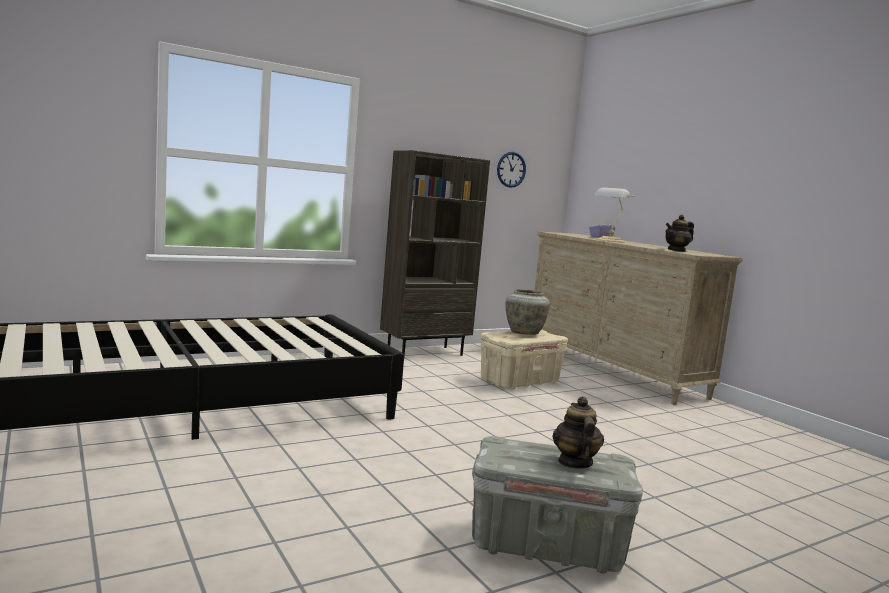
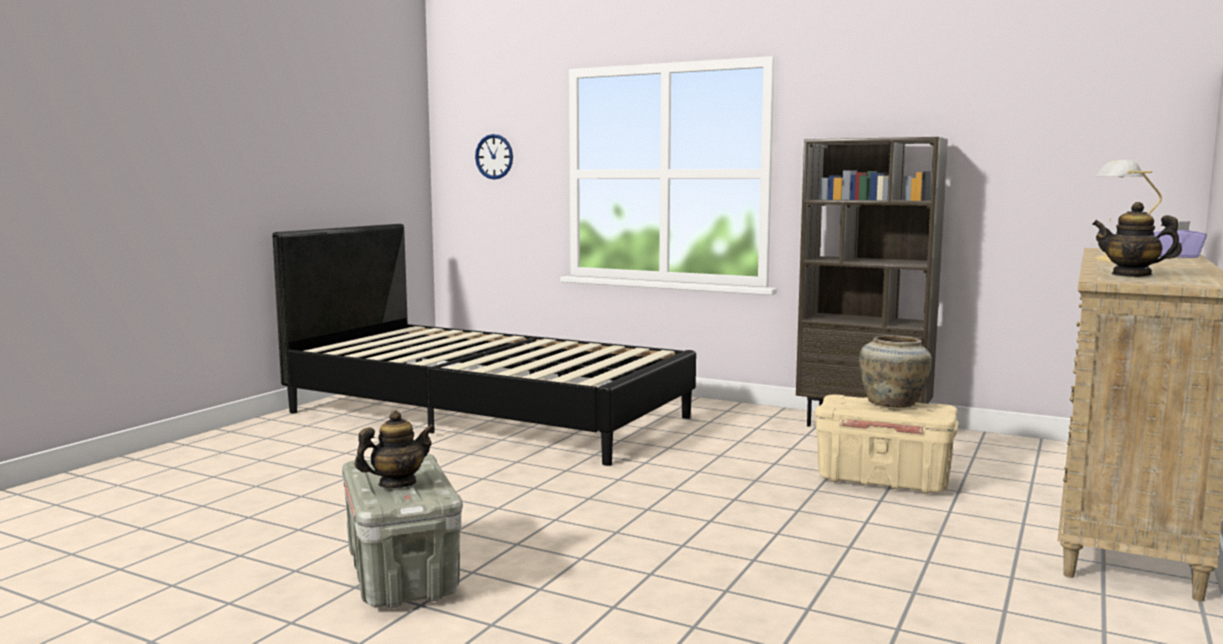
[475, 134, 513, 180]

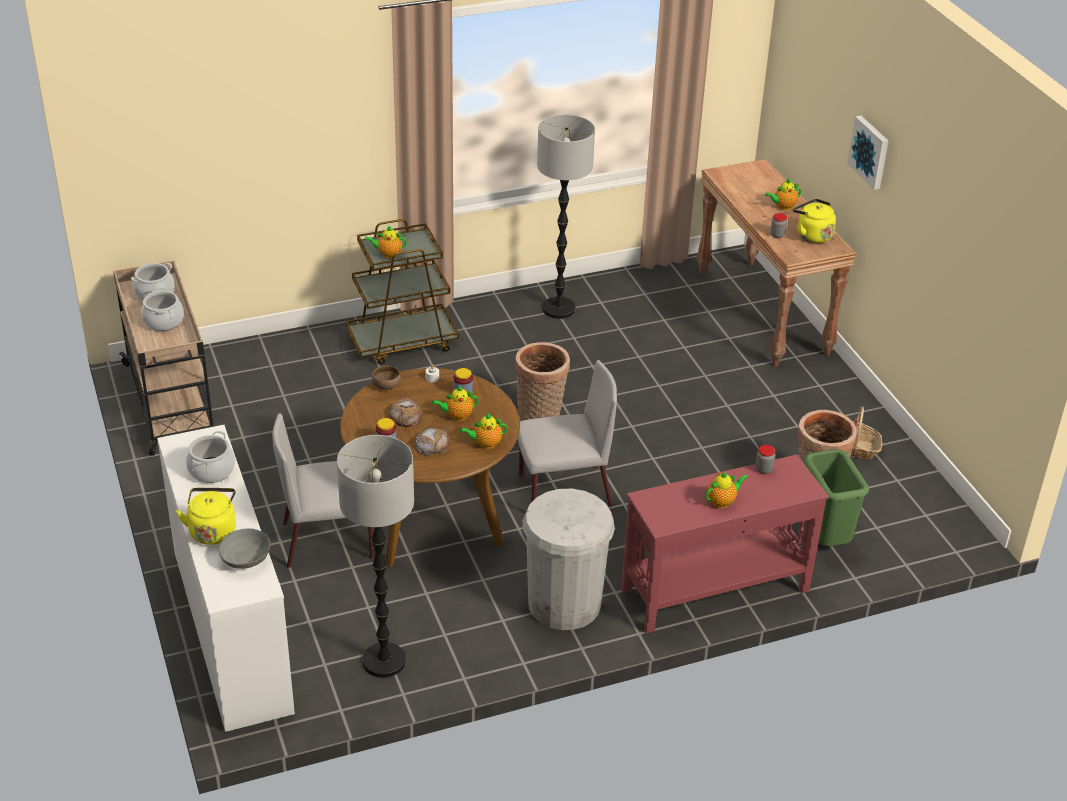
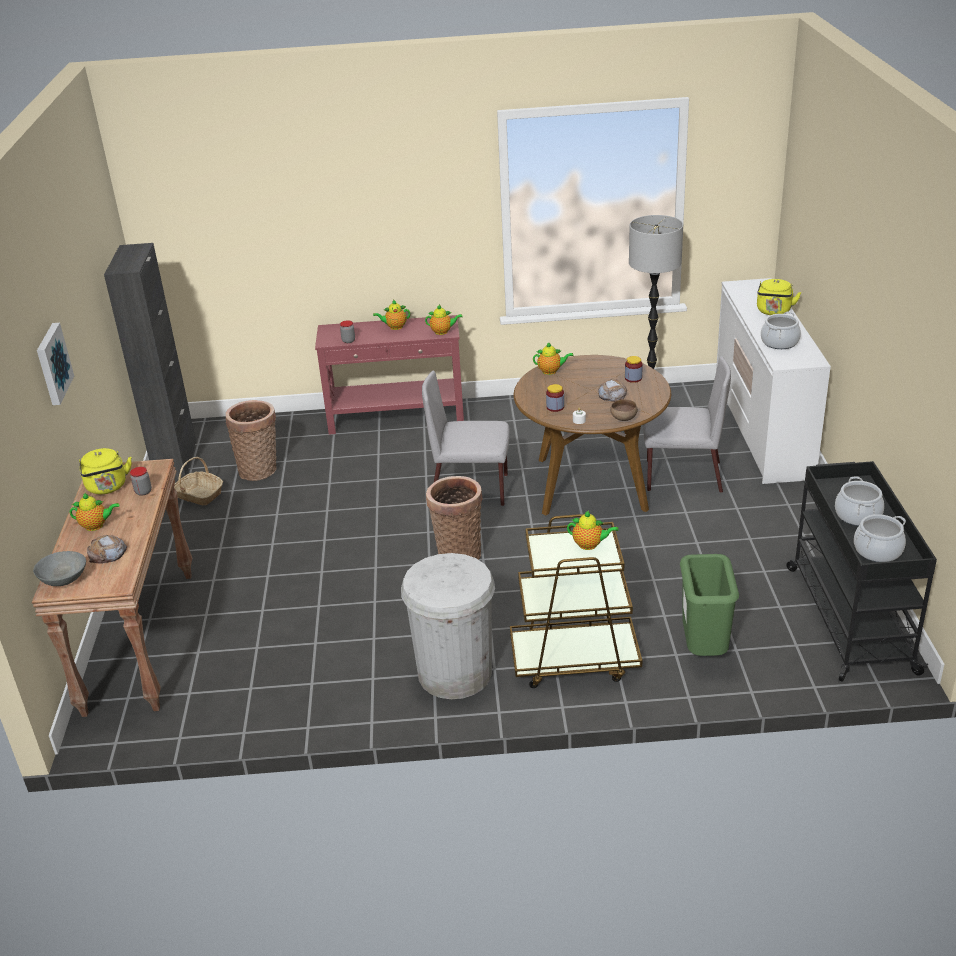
[537, 115, 595, 319] (first image)
[104, 243, 196, 479]
[33, 551, 86, 586]
[87, 535, 127, 563]
[425, 304, 463, 335]
[401, 553, 495, 699]
[680, 554, 739, 656]
[787, 461, 937, 682]

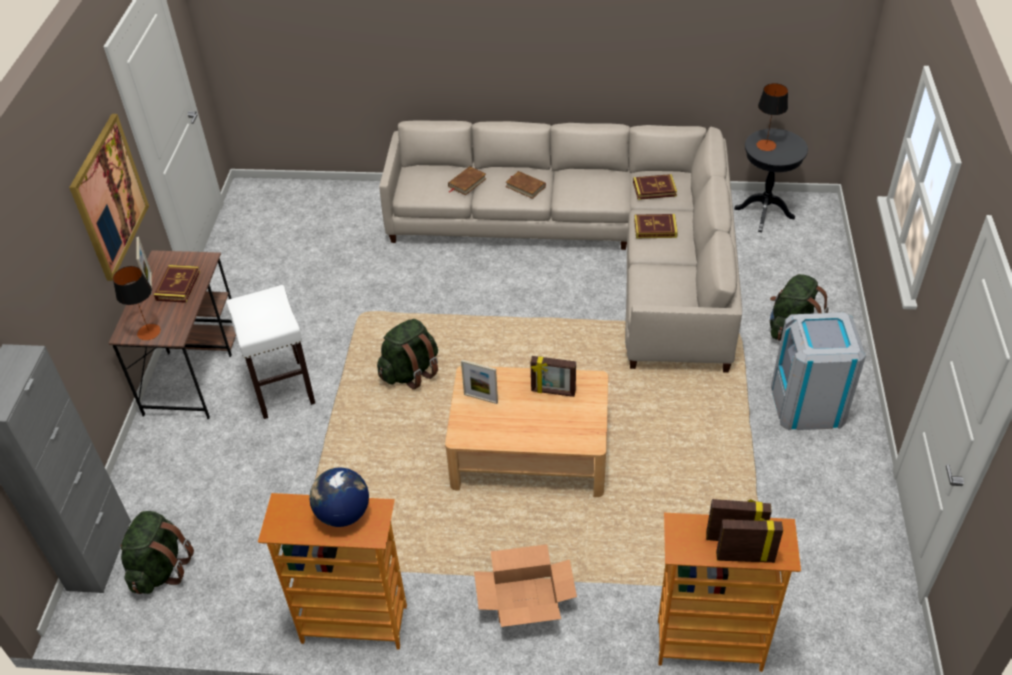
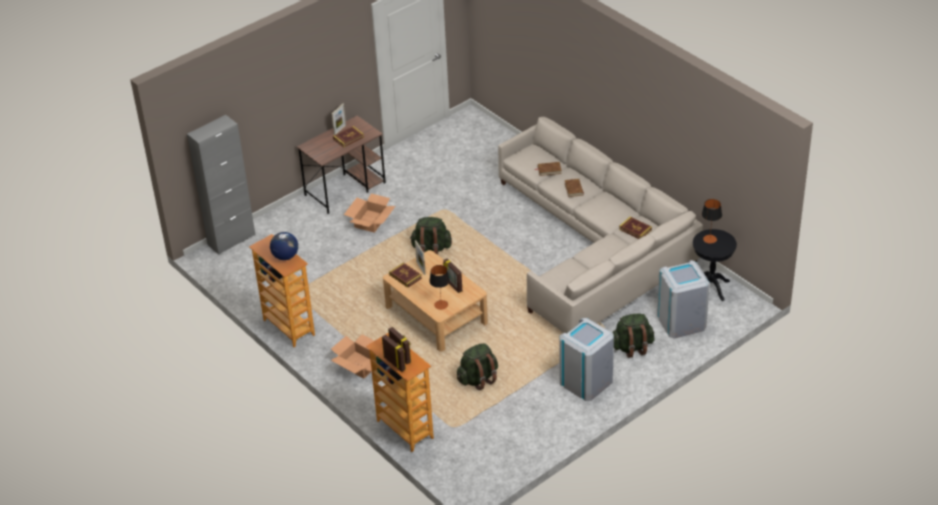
[69, 114, 149, 281] (first image)
[657, 260, 710, 338]
[429, 265, 450, 310]
[457, 343, 498, 390]
[389, 263, 422, 288]
[344, 193, 395, 233]

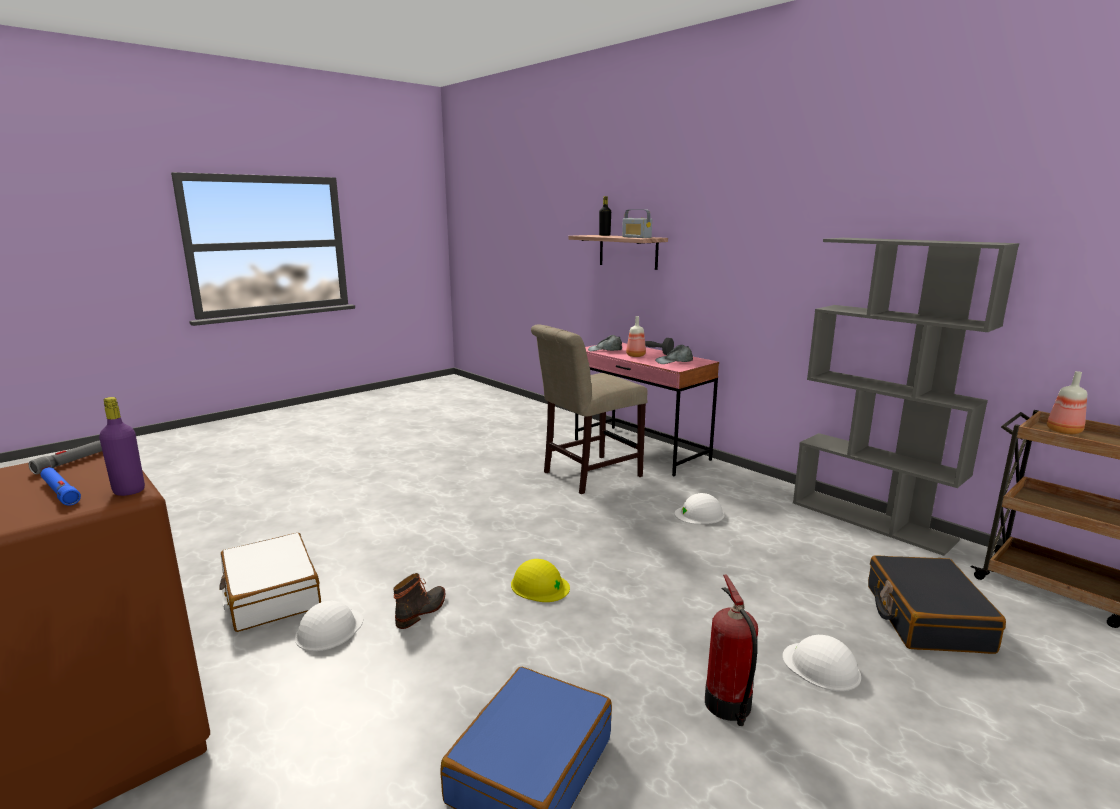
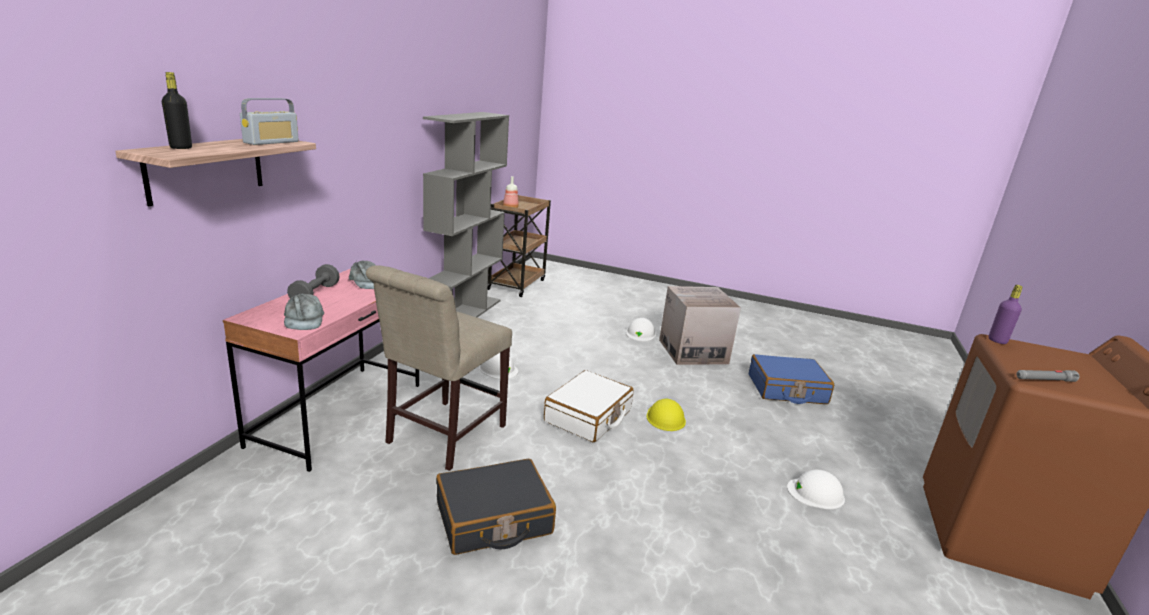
[41, 468, 81, 506] (first image)
[393, 573, 446, 629] (first image)
[626, 316, 646, 357] (first image)
[544, 370, 633, 442]
[436, 459, 556, 555]
[659, 286, 741, 365]
[366, 265, 512, 471]

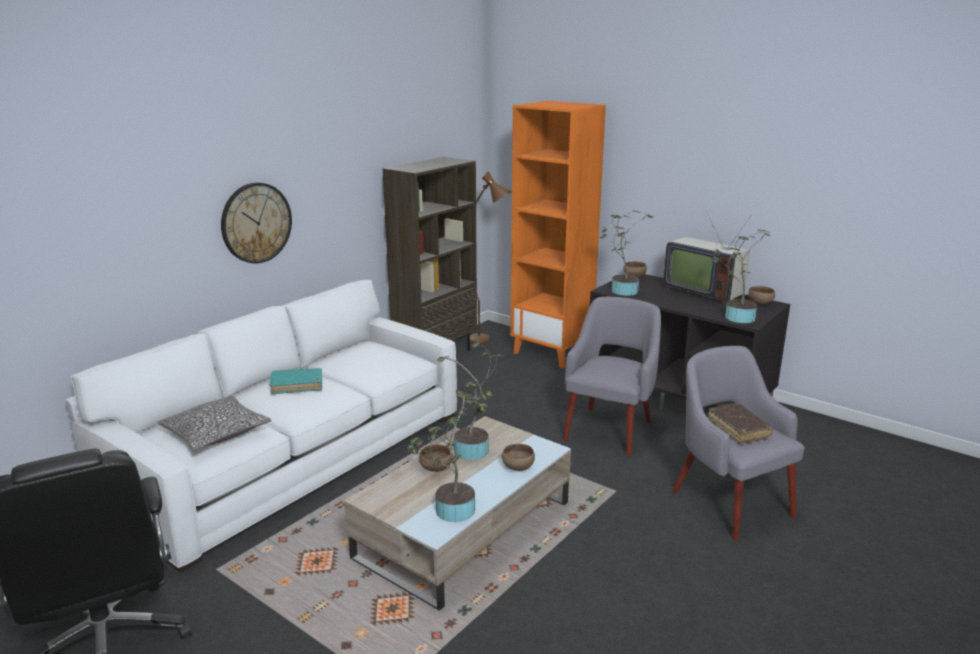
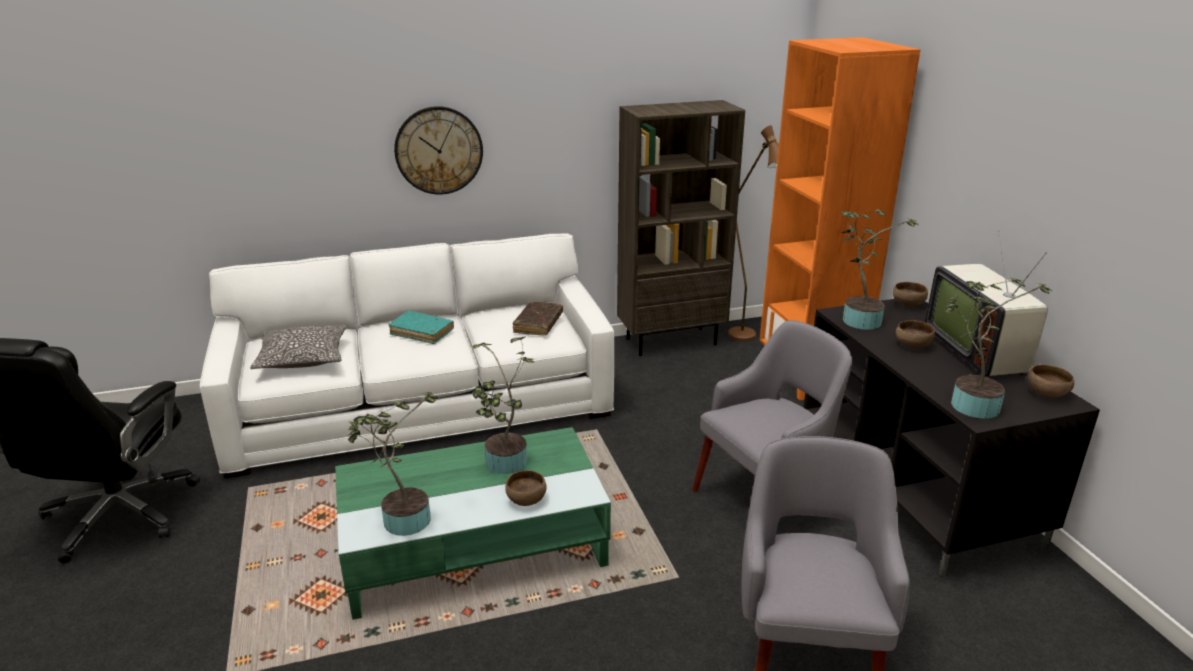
[896, 320, 935, 349]
[513, 302, 563, 335]
[335, 427, 611, 620]

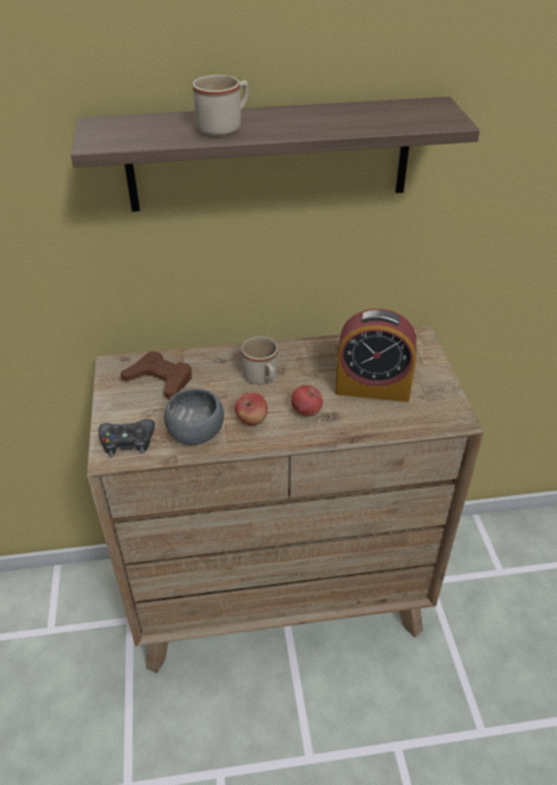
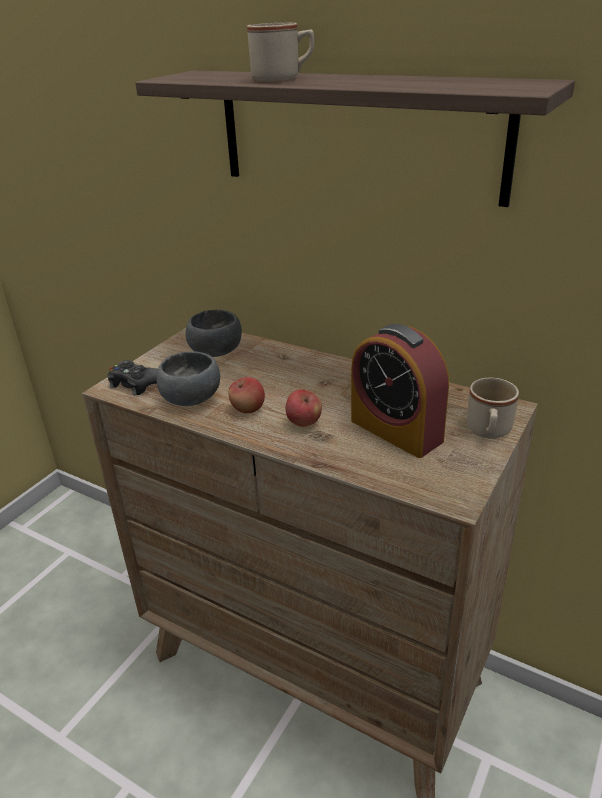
[467, 378, 519, 439]
[185, 309, 242, 357]

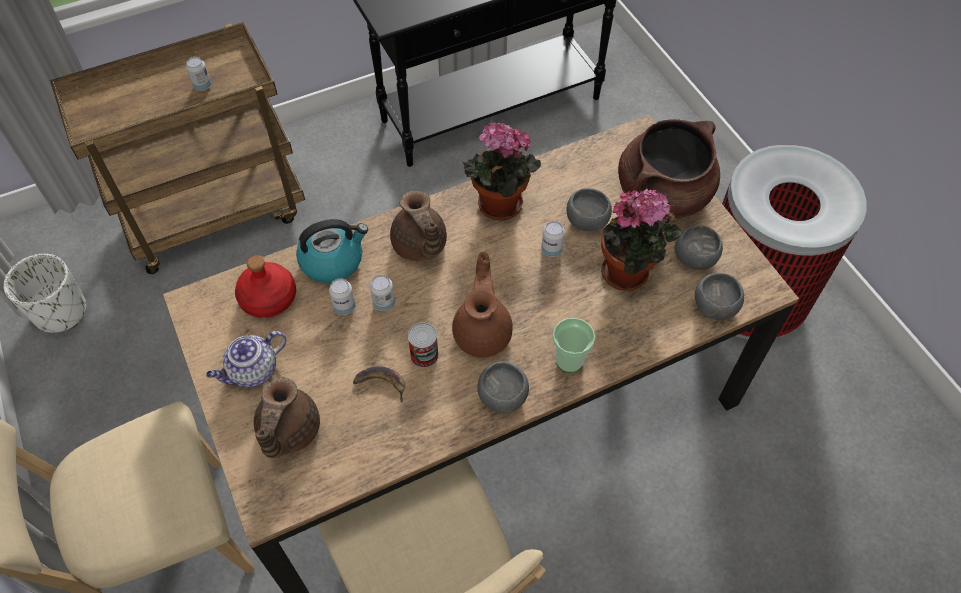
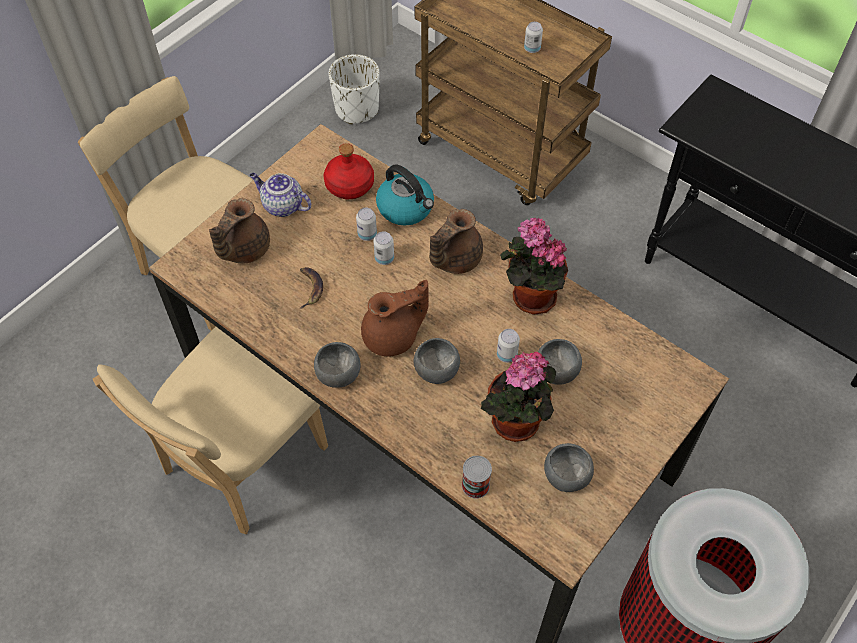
[553, 318, 595, 373] (first image)
[618, 119, 720, 220] (first image)
[462, 456, 492, 498]
[413, 338, 460, 384]
[209, 198, 270, 263]

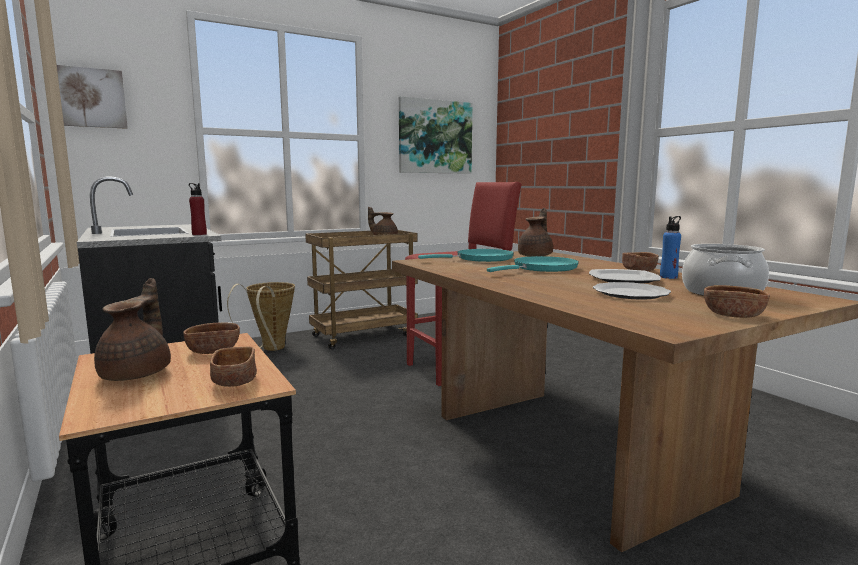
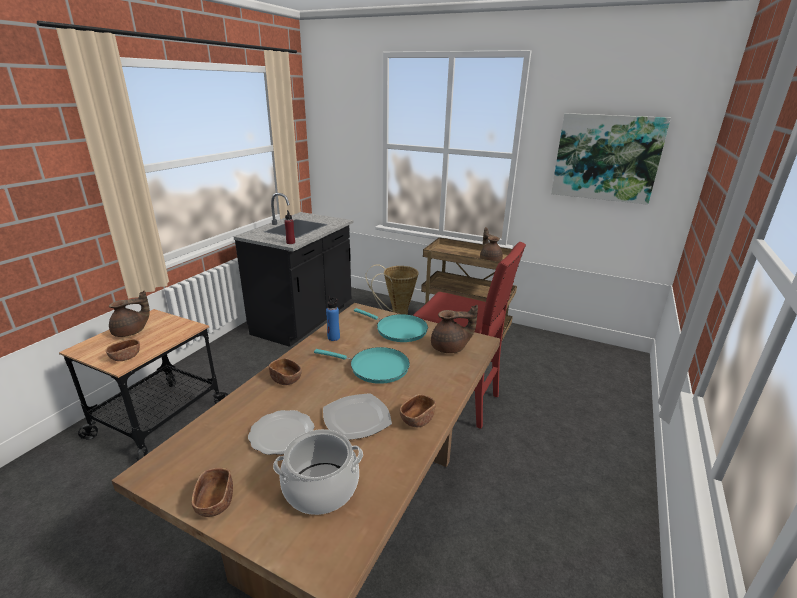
[57, 65, 128, 129] (first image)
[269, 358, 302, 385]
[326, 296, 340, 341]

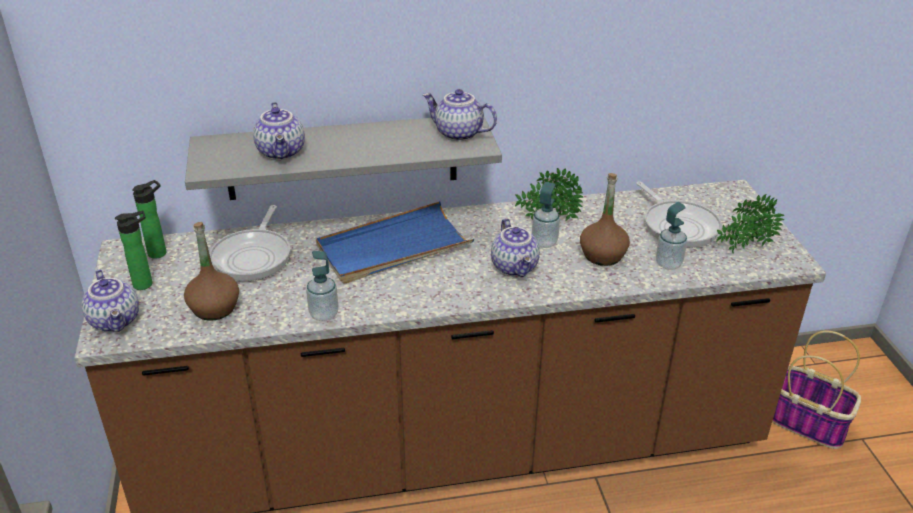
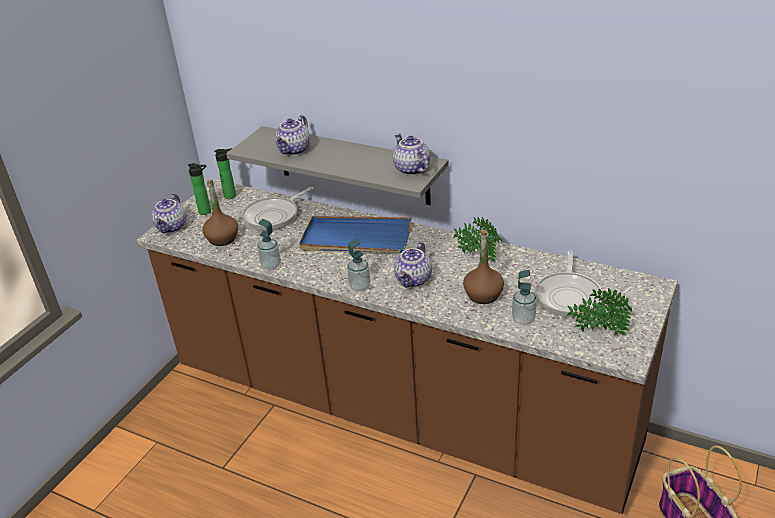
[347, 239, 371, 291]

